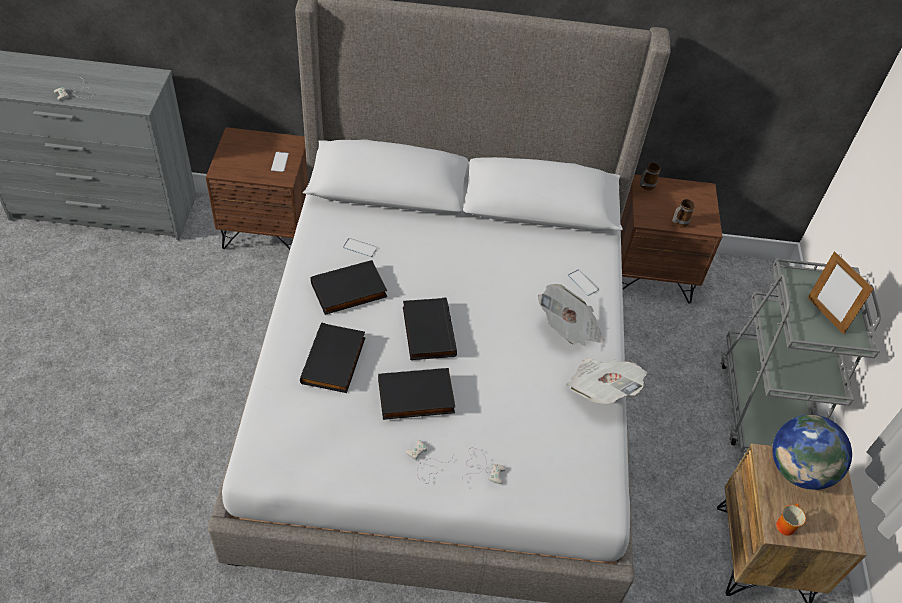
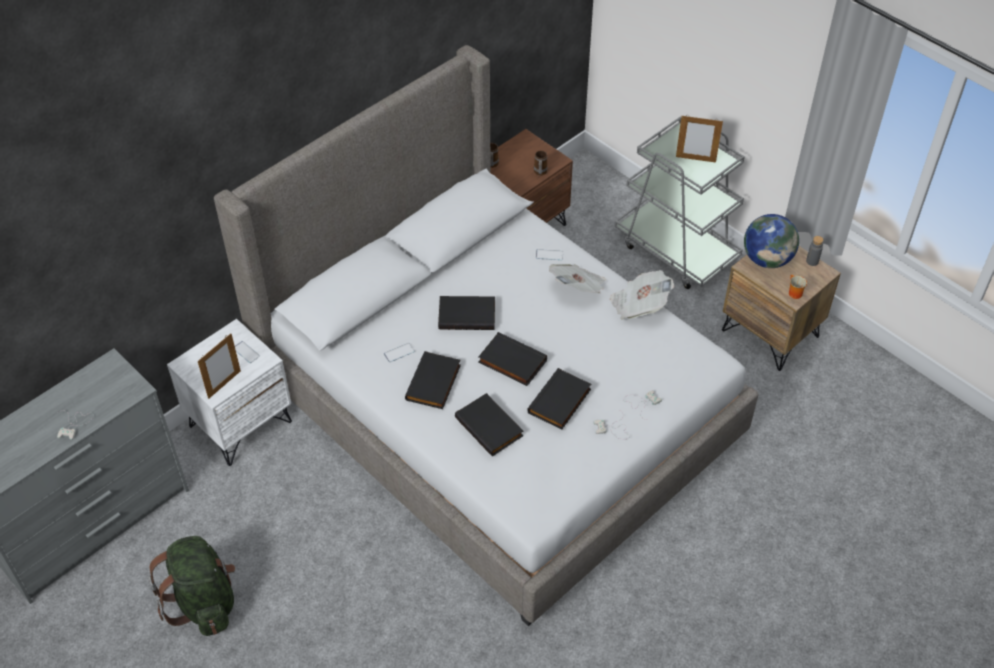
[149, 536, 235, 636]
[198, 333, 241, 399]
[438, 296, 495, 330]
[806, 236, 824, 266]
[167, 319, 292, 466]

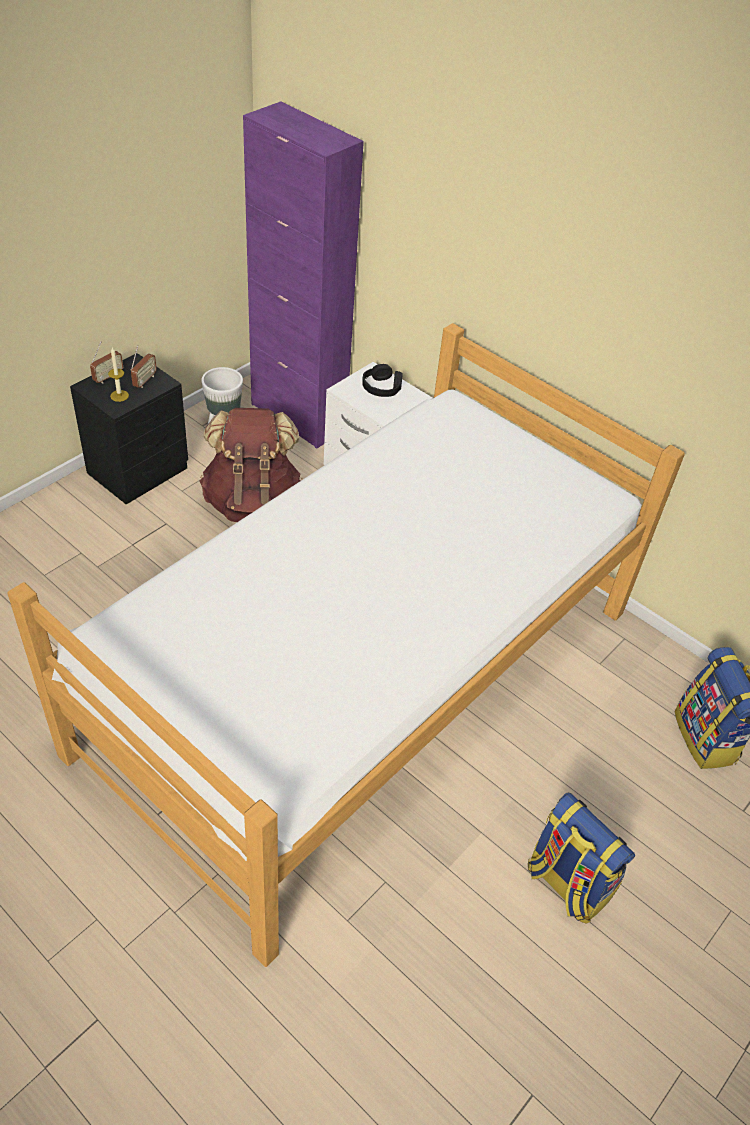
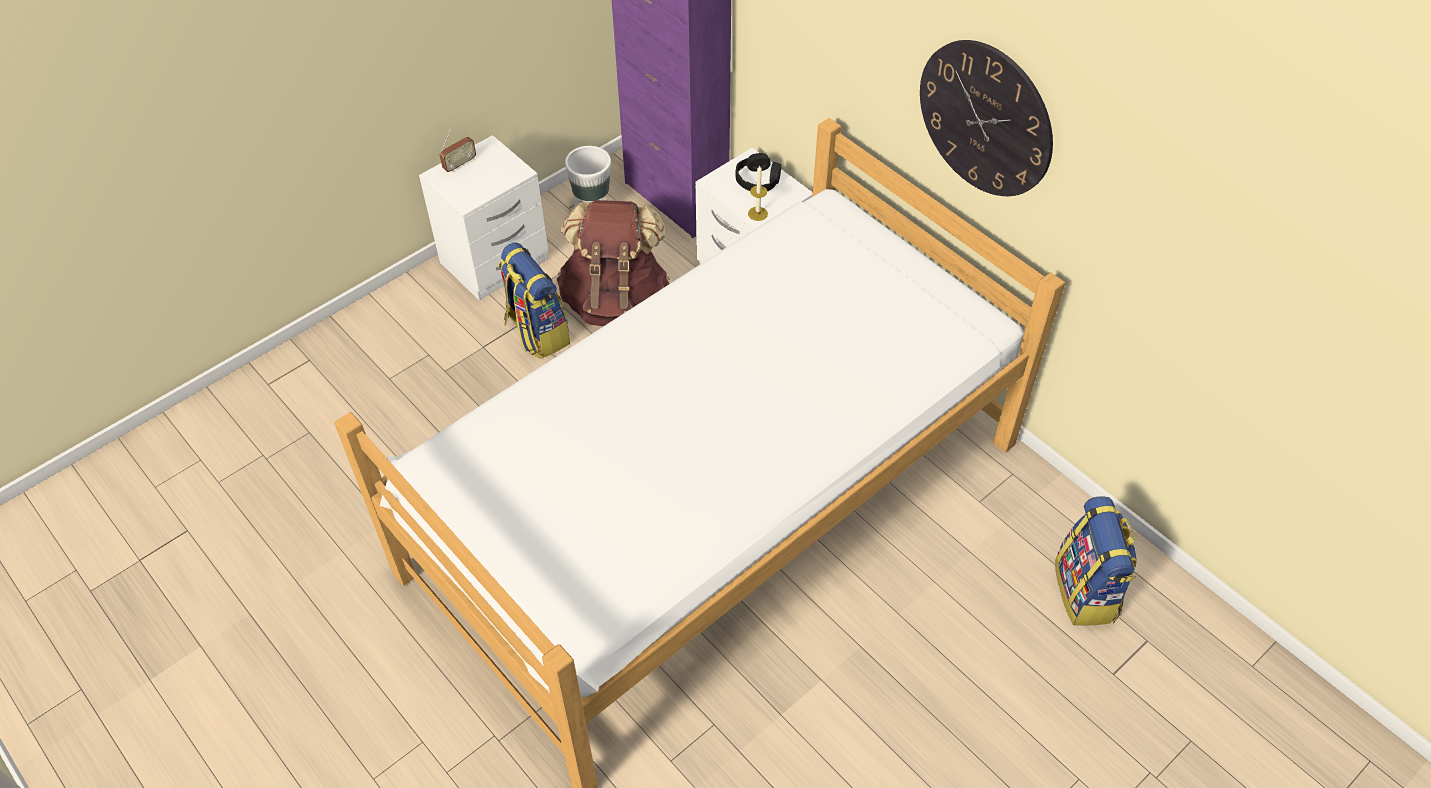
[131, 345, 157, 388] (first image)
[920, 40, 1053, 196]
[748, 165, 768, 221]
[499, 242, 570, 359]
[419, 135, 549, 301]

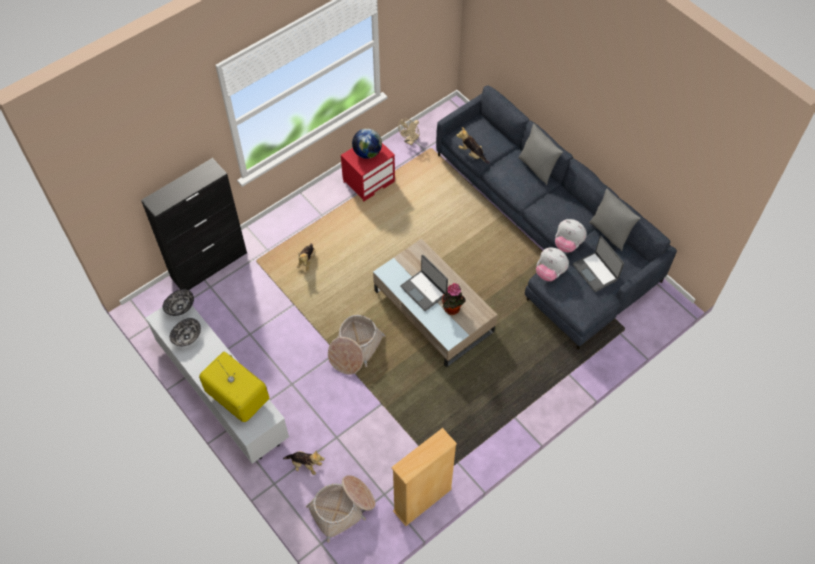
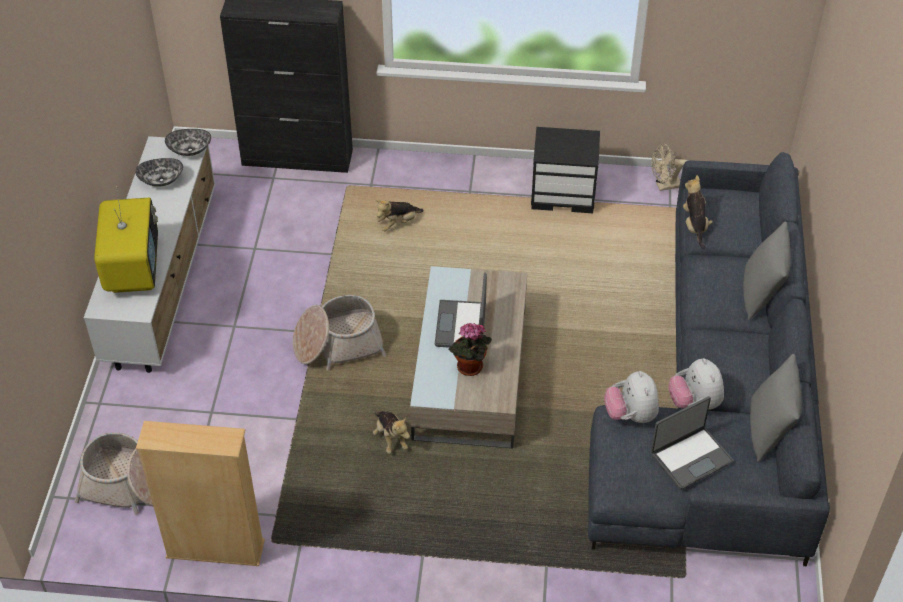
[352, 128, 382, 159] (first image)
[373, 411, 410, 454]
[531, 127, 600, 213]
[651, 396, 734, 489]

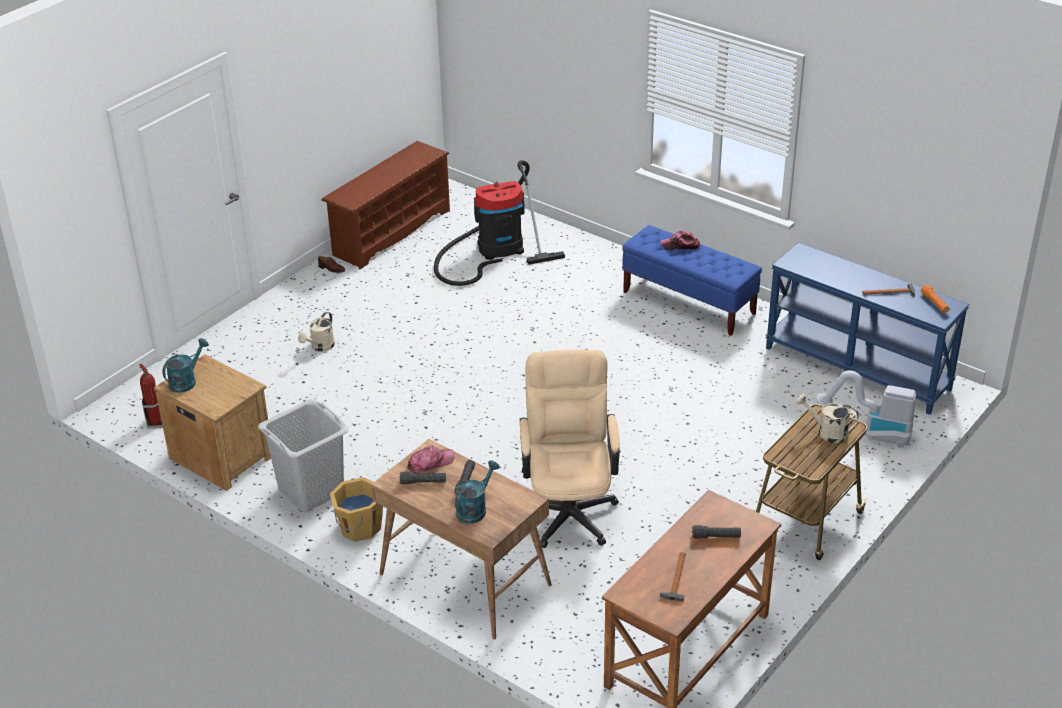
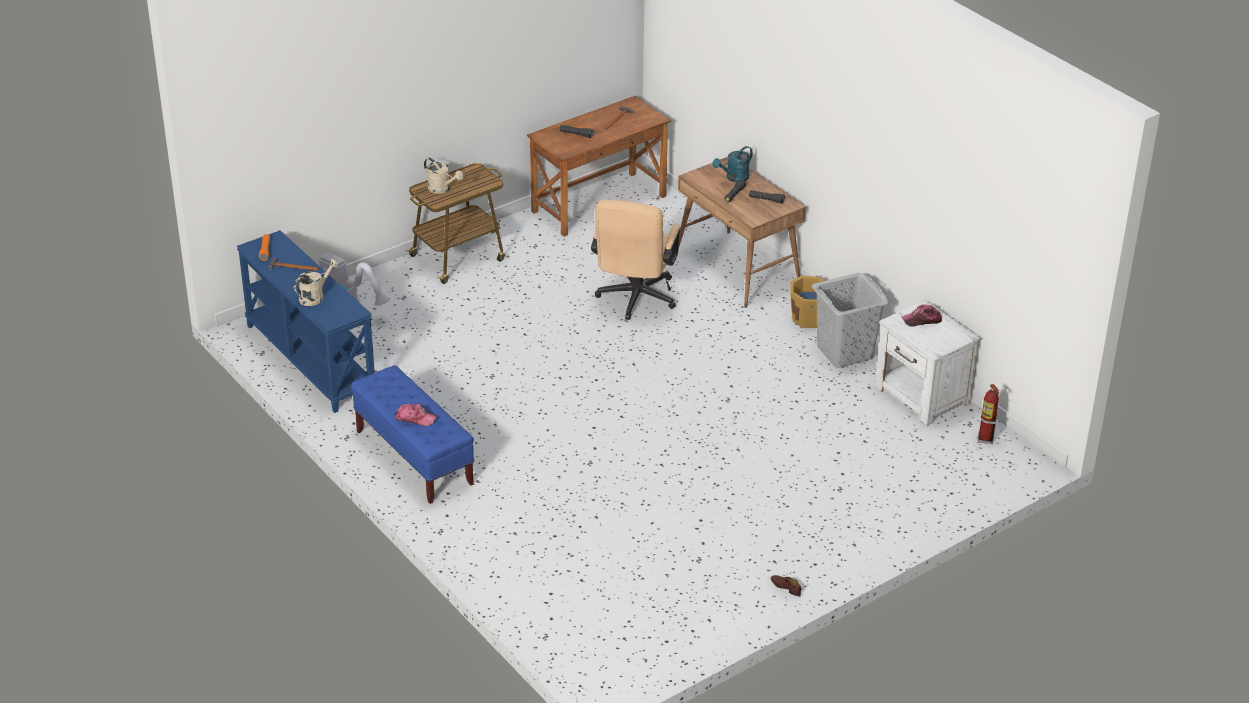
[162, 338, 209, 393] (first image)
[322, 141, 450, 270] (first image)
[434, 160, 565, 286] (first image)
[294, 259, 339, 306]
[901, 304, 942, 326]
[875, 300, 981, 426]

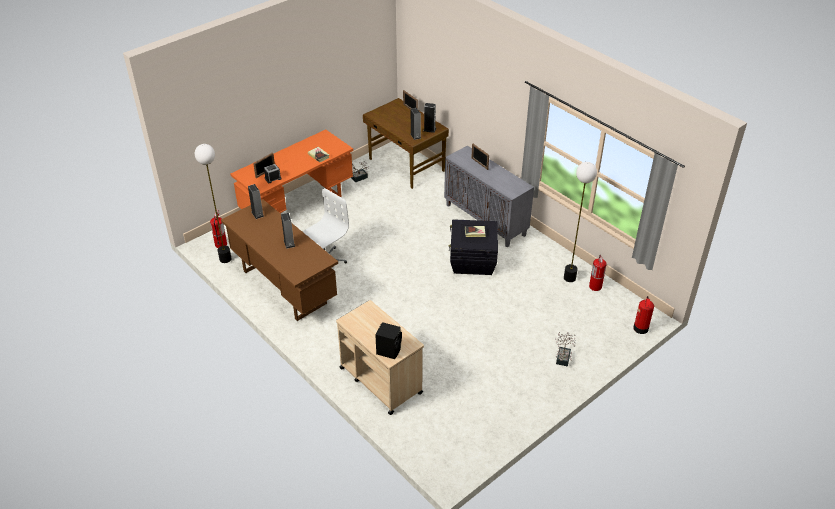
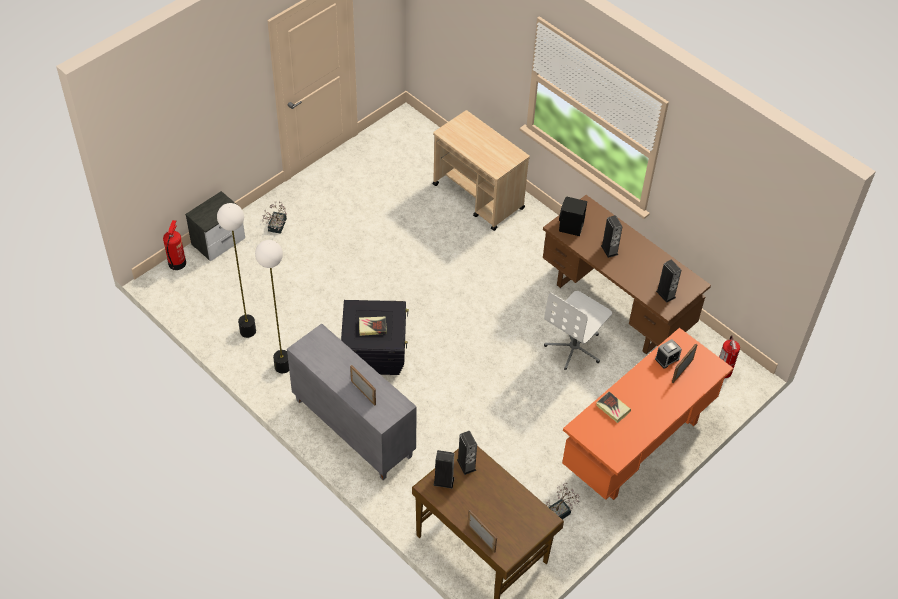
[589, 255, 607, 291] (first image)
[185, 191, 245, 261]
[255, 240, 289, 373]
[559, 196, 587, 236]

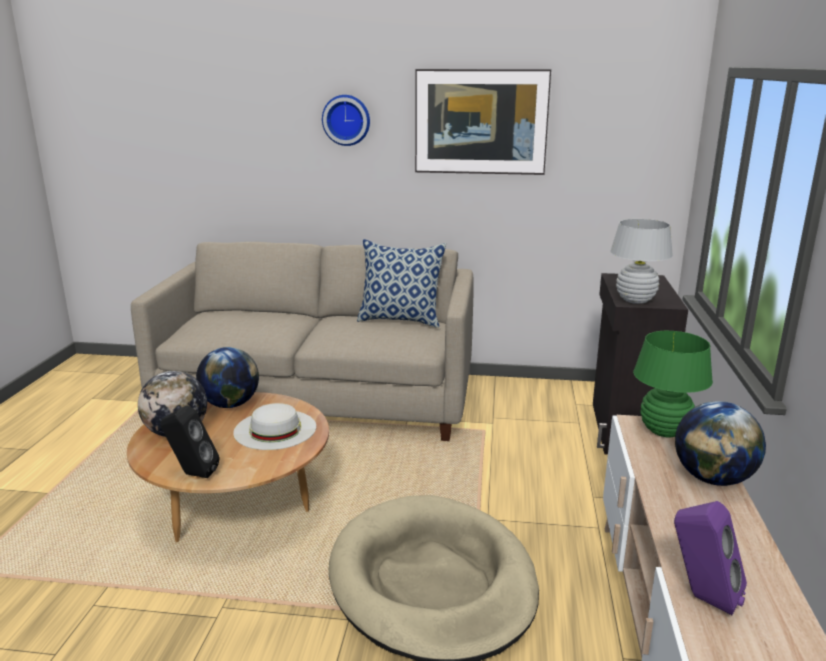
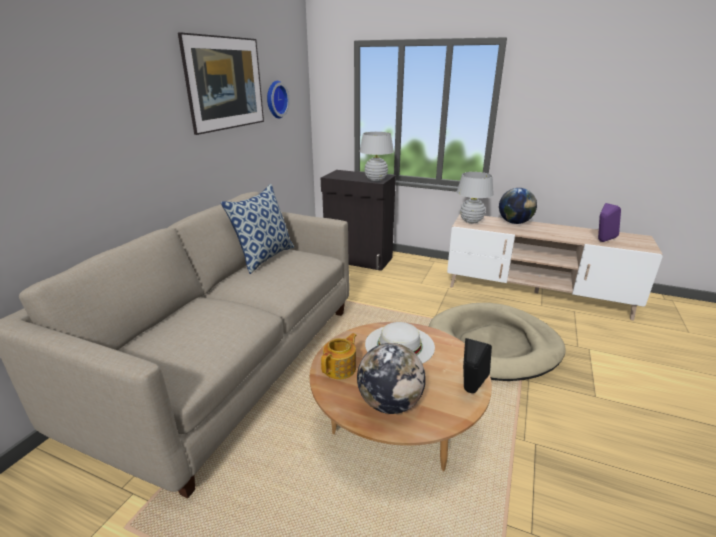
[267, 81, 290, 118]
[321, 333, 357, 379]
[457, 172, 494, 223]

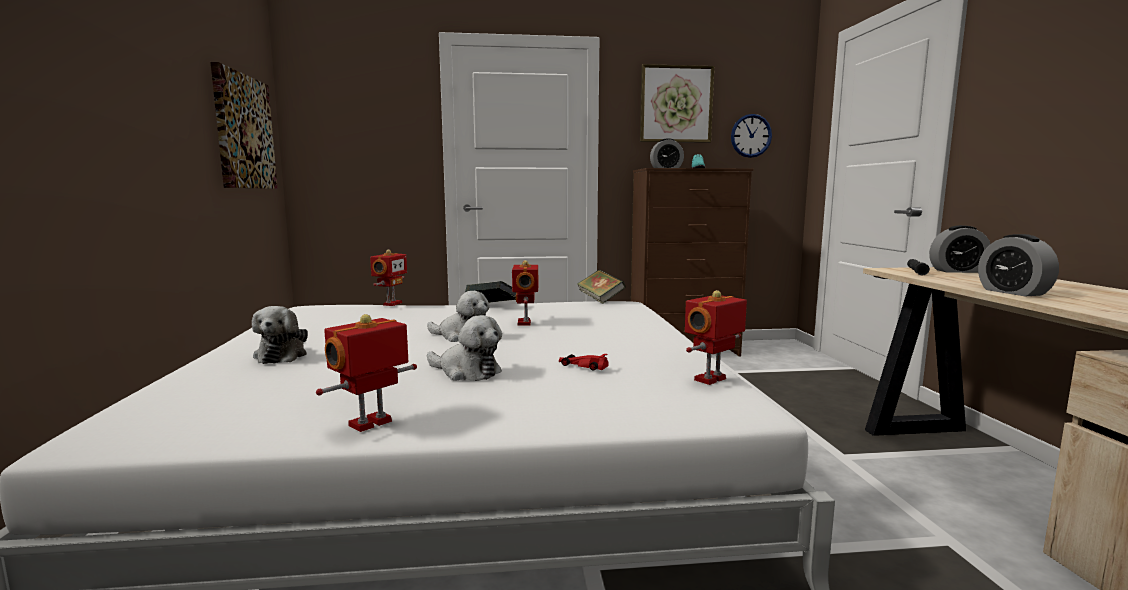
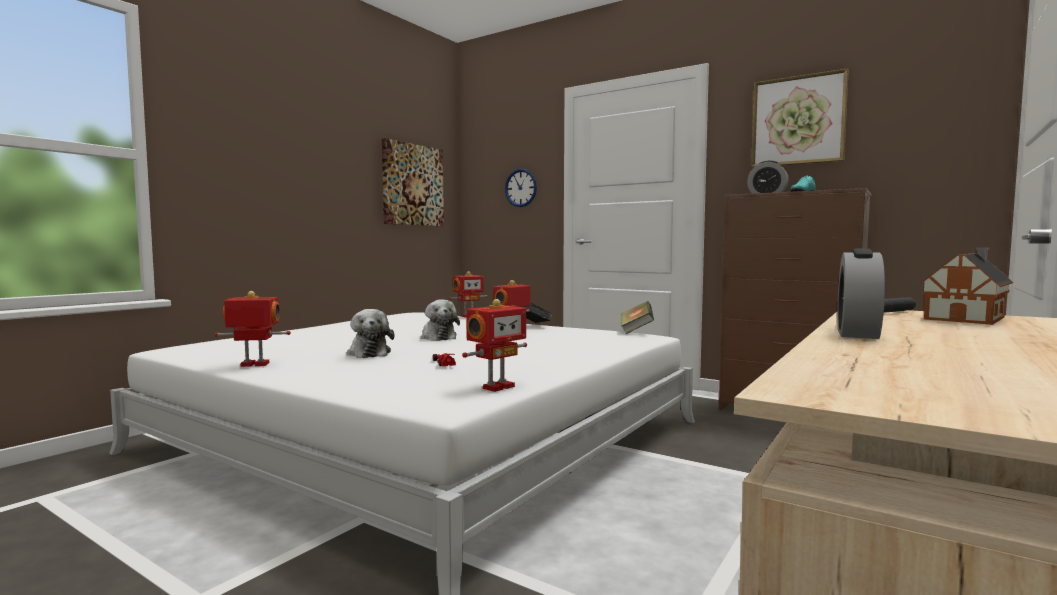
[252, 306, 308, 364] (first image)
[505, 169, 537, 207]
[920, 247, 1013, 325]
[462, 299, 527, 392]

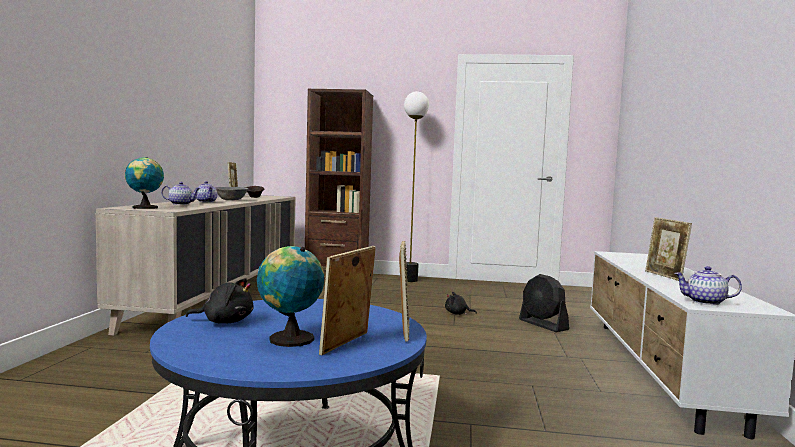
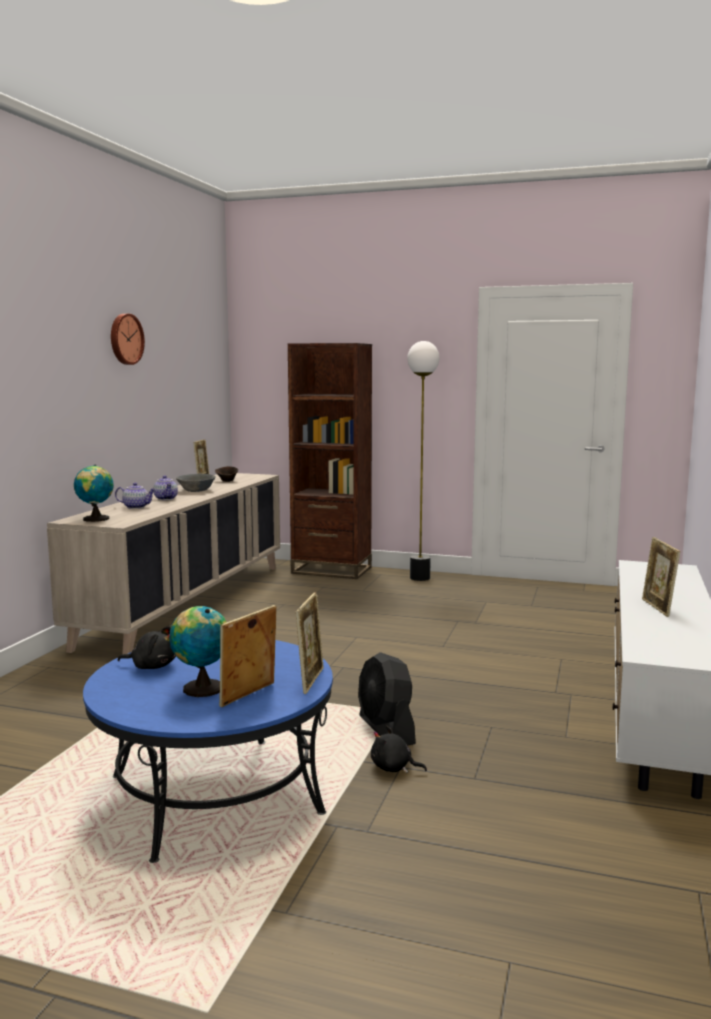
[674, 266, 742, 305] (first image)
[111, 314, 145, 365]
[371, 726, 427, 773]
[358, 652, 416, 746]

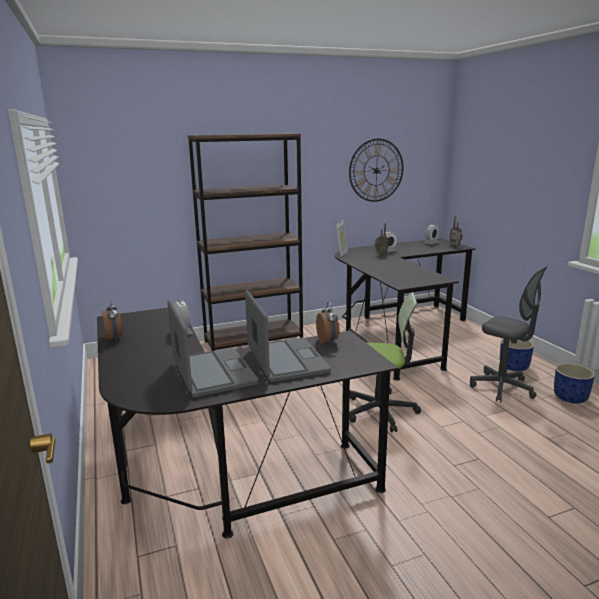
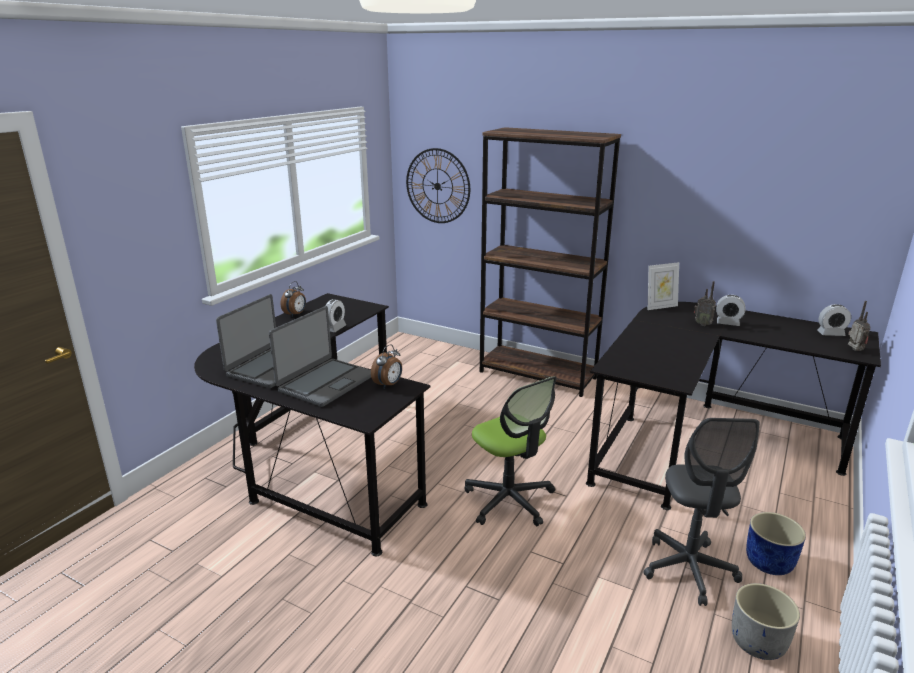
[406, 148, 470, 223]
[732, 583, 800, 660]

